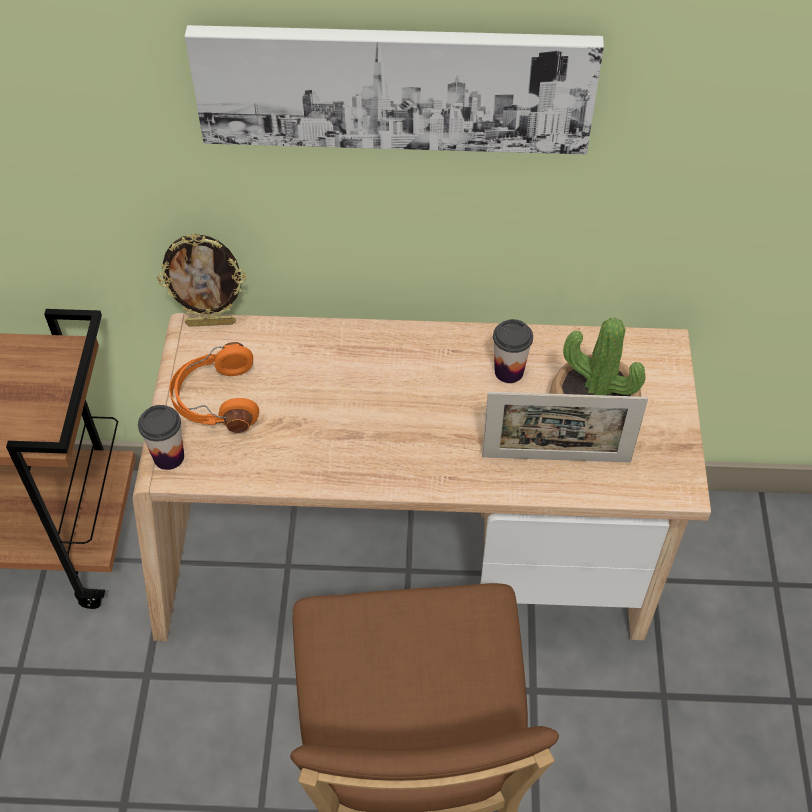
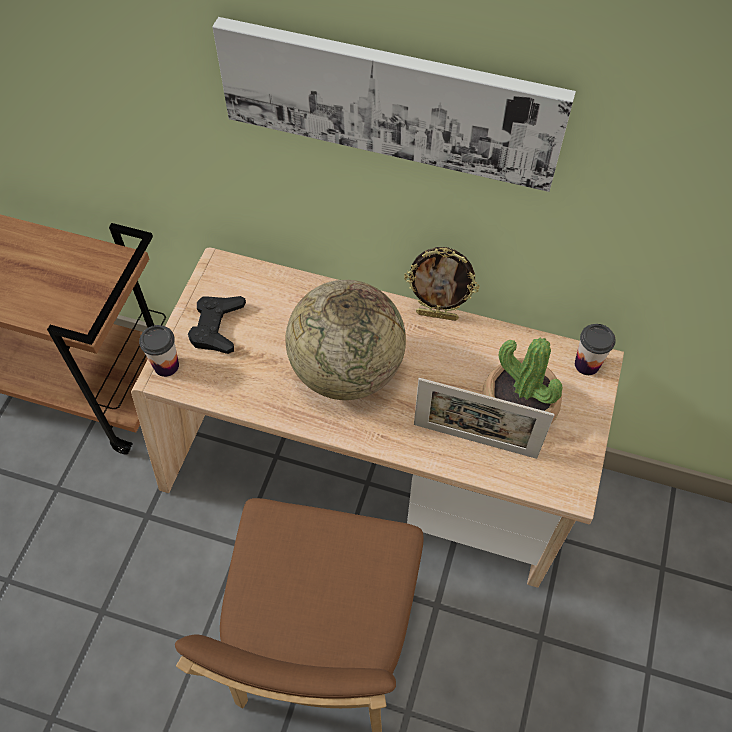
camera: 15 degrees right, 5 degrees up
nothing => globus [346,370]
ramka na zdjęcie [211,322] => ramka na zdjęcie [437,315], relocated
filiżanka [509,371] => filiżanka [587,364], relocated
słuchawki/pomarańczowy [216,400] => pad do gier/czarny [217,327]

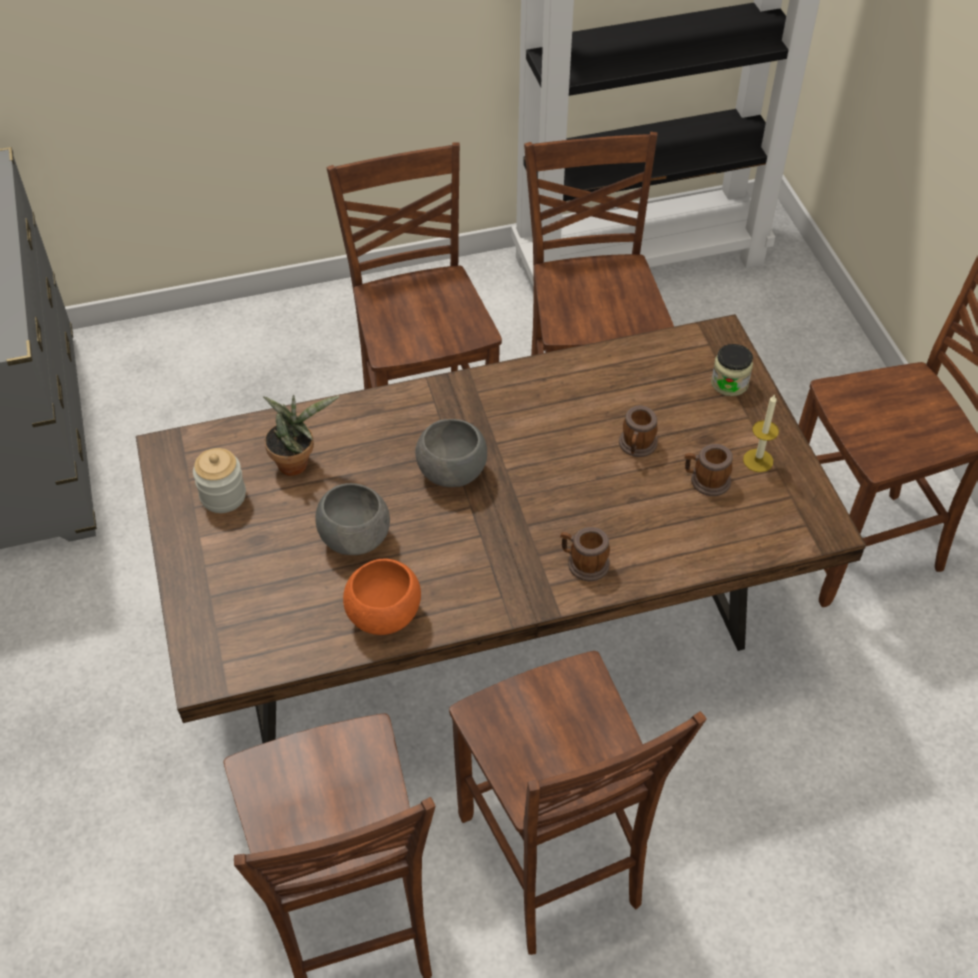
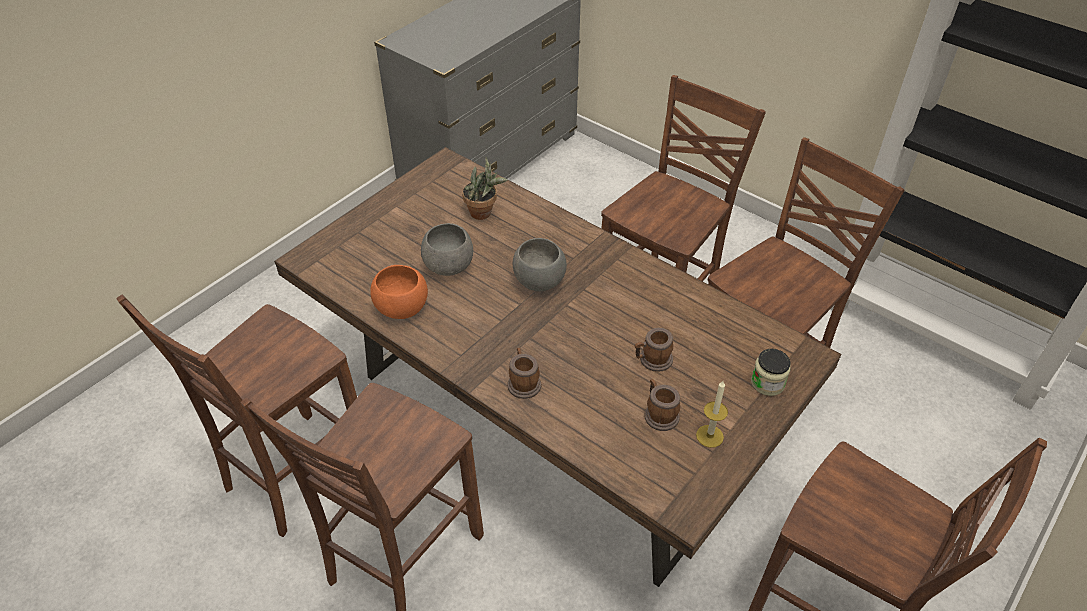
camera: 55 degrees right, 5 degrees down
słoik [223,496] => nothing

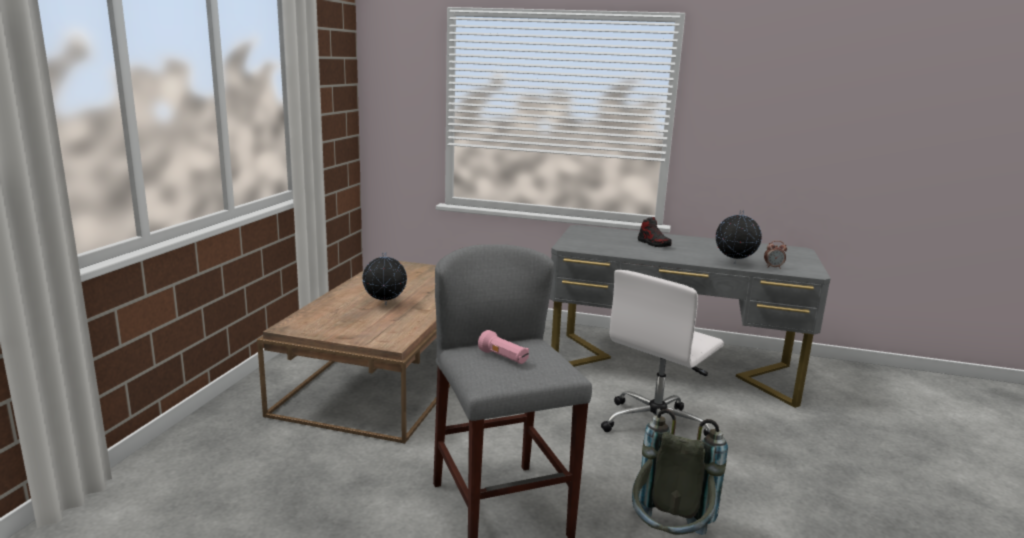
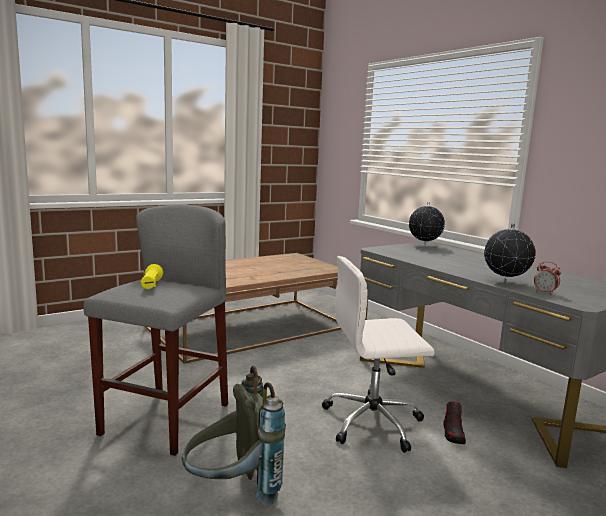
camera: 40 degrees right, 5 degrees down
globus [385,305] => globus [424,245], relocated
but [654,244] => but [453,433], relocated
latarka/różowy [503,358] => latarka/żółty [151,285]

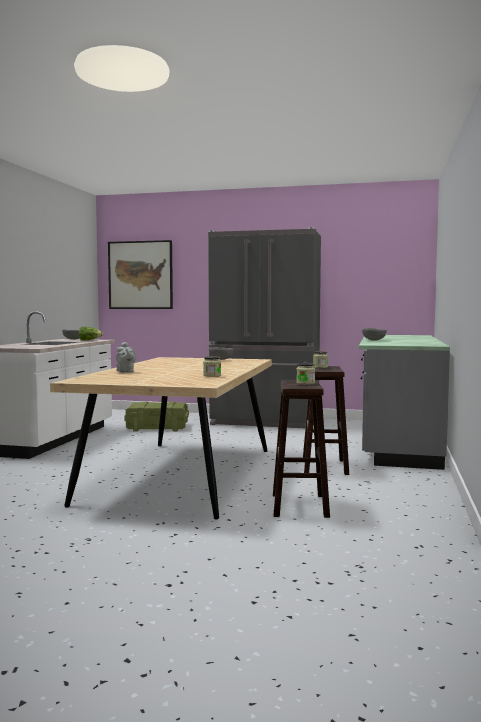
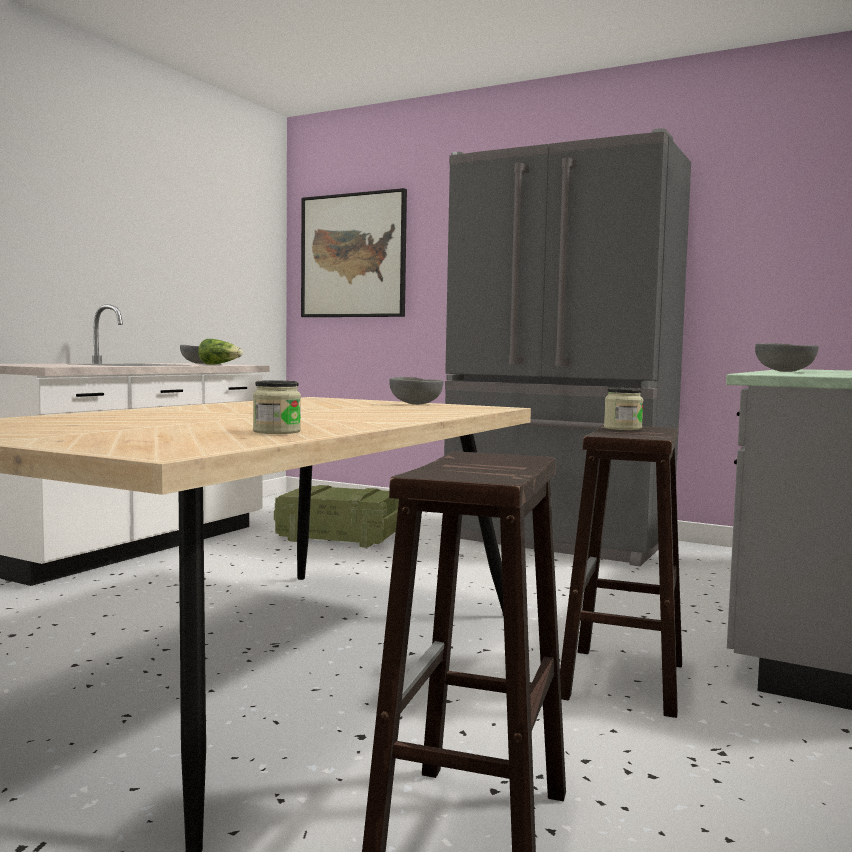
camera: 15 degrees right, 0 degrees up
imbryk/szary [125,372] => nothing
słoik [305,383] => nothing

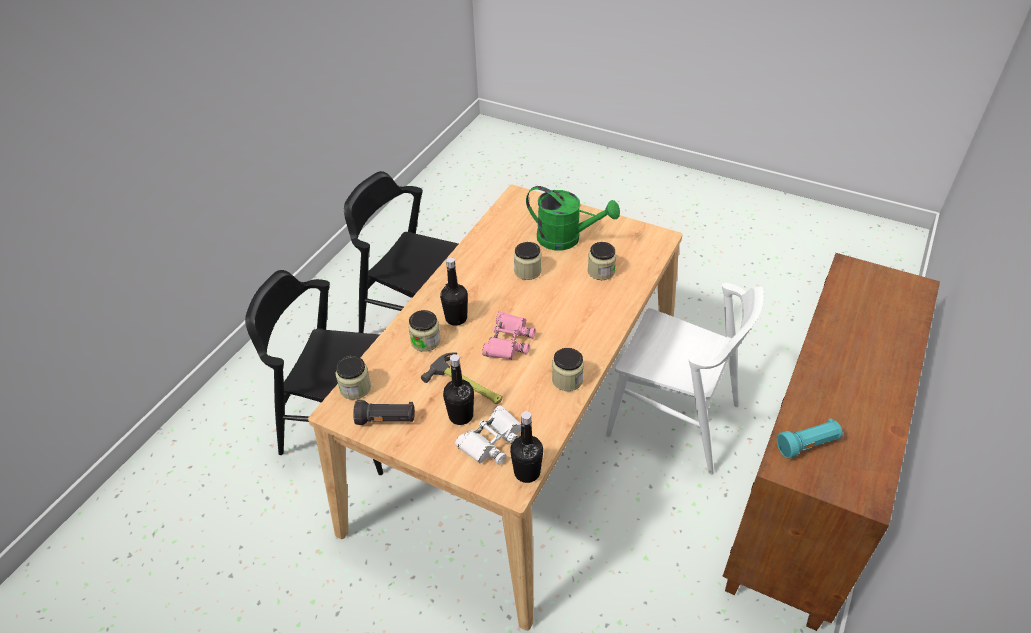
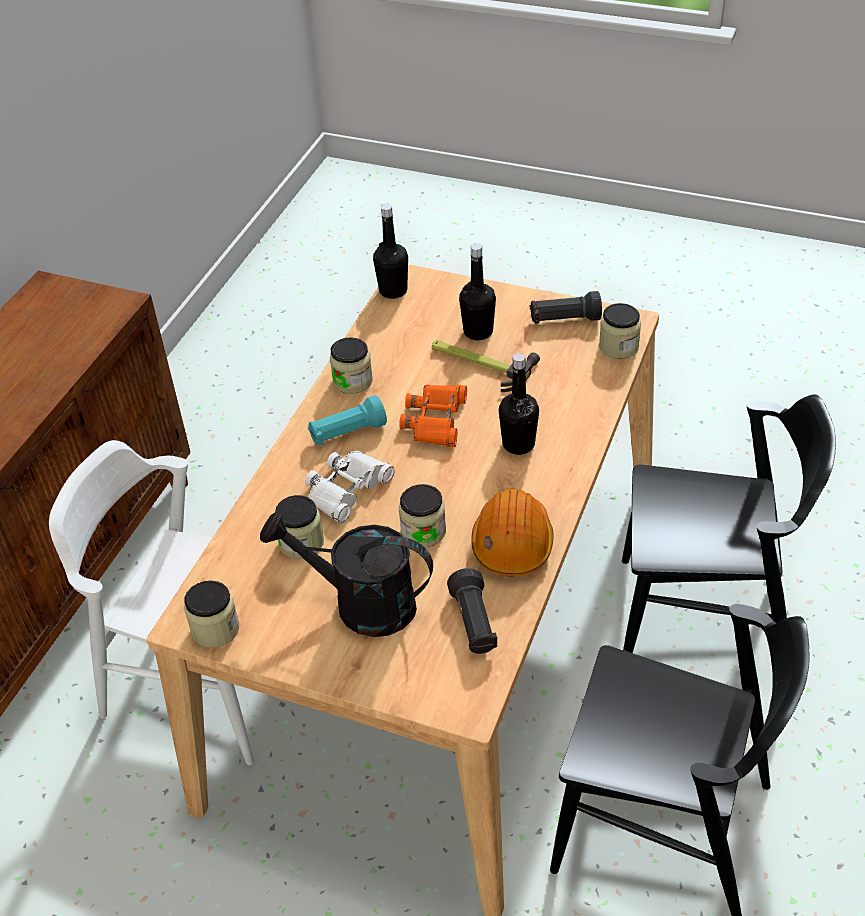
camera: 175 degrees right, 0 degrees up
nothing => latarka/czarny [474,623]
nothing => kask/pomarańczowy [512,543]
słoik [425,341] => słoik [215,629], relocated
lornetka/biały [493,441] => lornetka/biały [347,489], relocated
latarka/turkusowy [807,445] => latarka/turkusowy [347,433], relocated
lornetka/różowy [508,341] => lornetka/pomarańczowy [436,420]
konewka/zielony [566,239] => konewka/czarny [360,604]

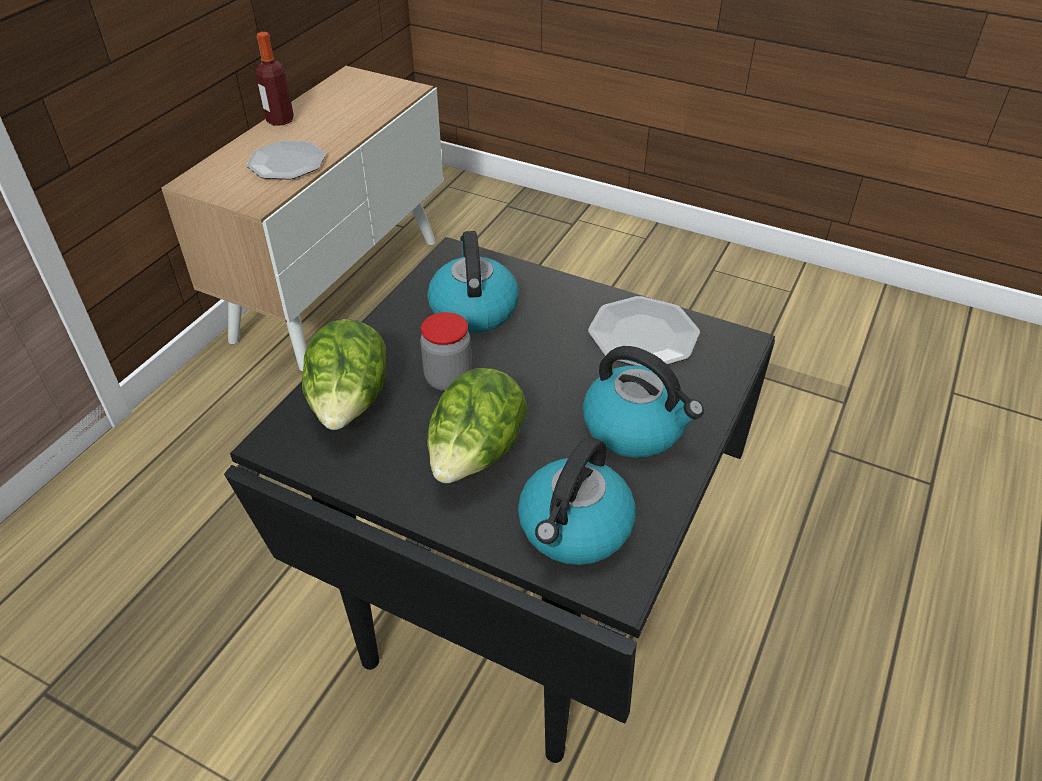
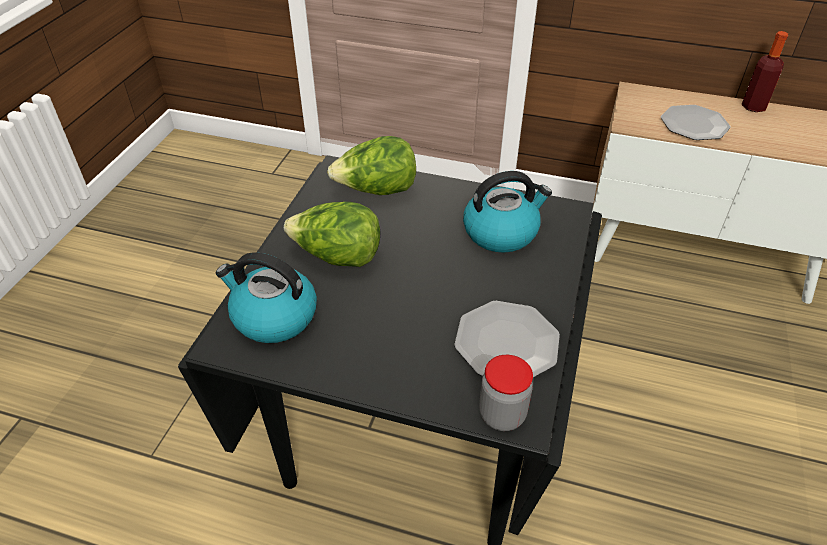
camera: 80 degrees right, 0 degrees up
czajnik [635,428] => nothing
słoik [448,379] => słoik [502,414], relocated

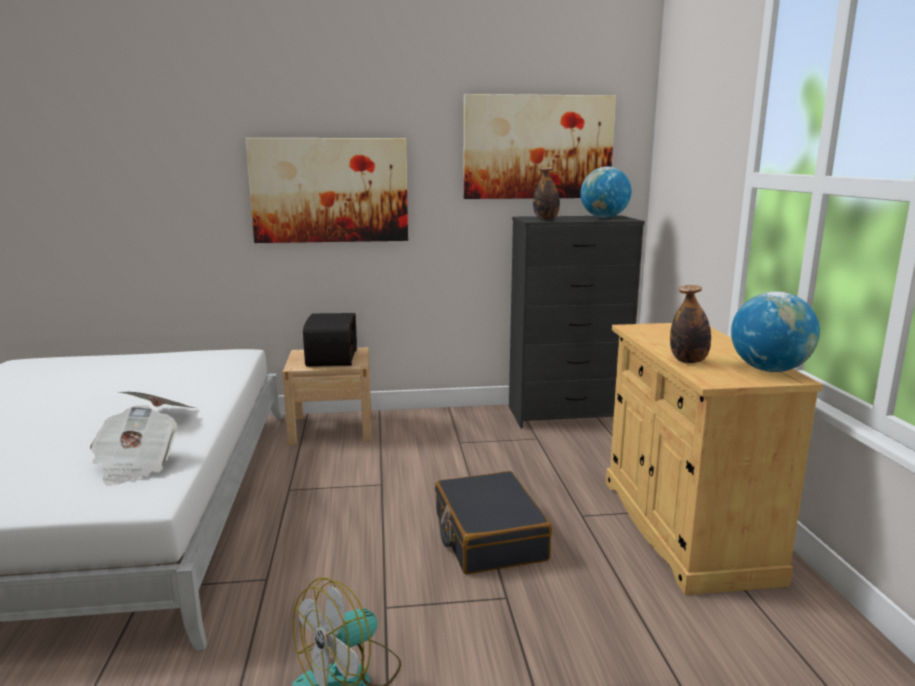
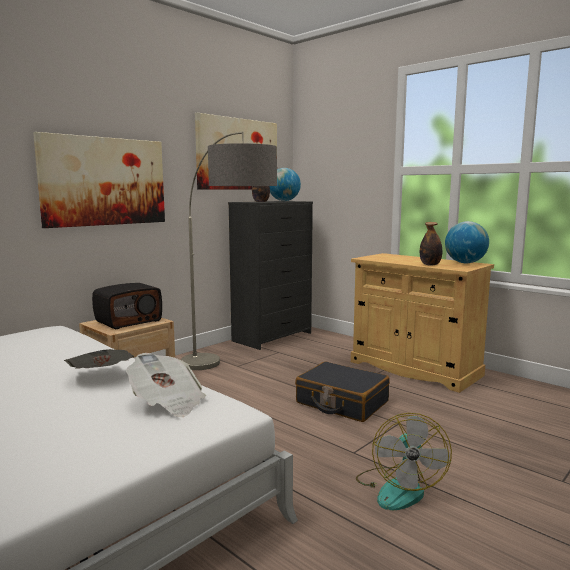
camera: 40 degrees left, 5 degrees down
nothing => lampa stojąca [230,375]
radio [330,358] => radio [128,321], 90 degrees clockwise

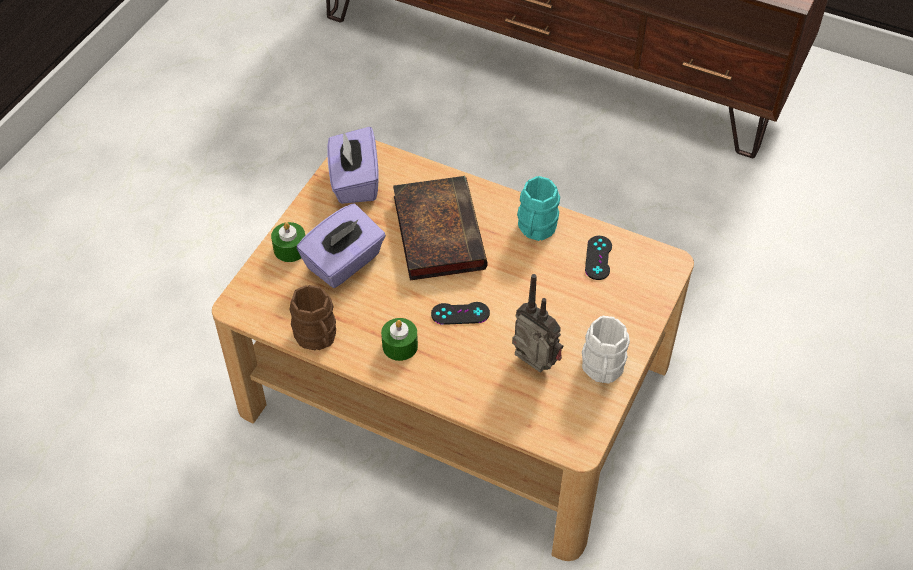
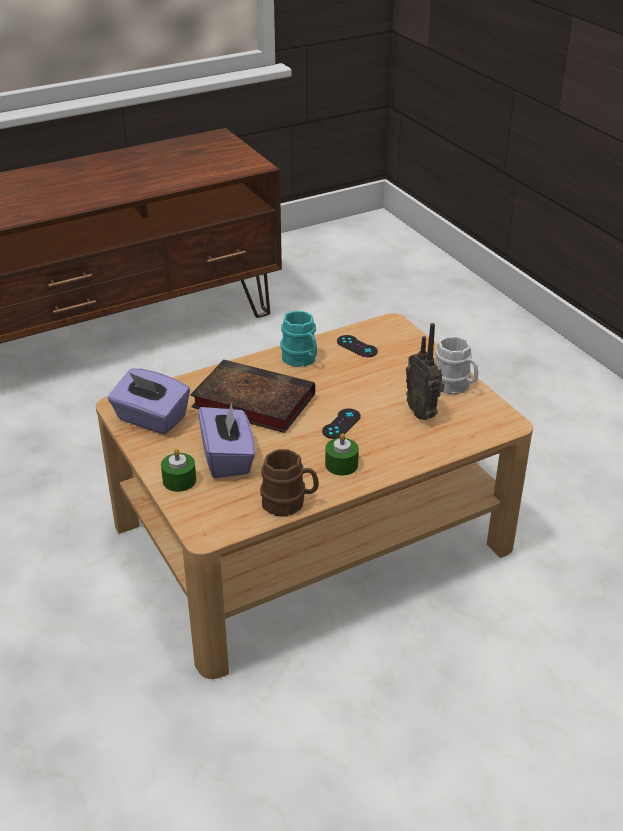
camera: 55 degrees left, 15 degrees down
radio [533,367] => radio [423,413], 105 degrees counterclockwise

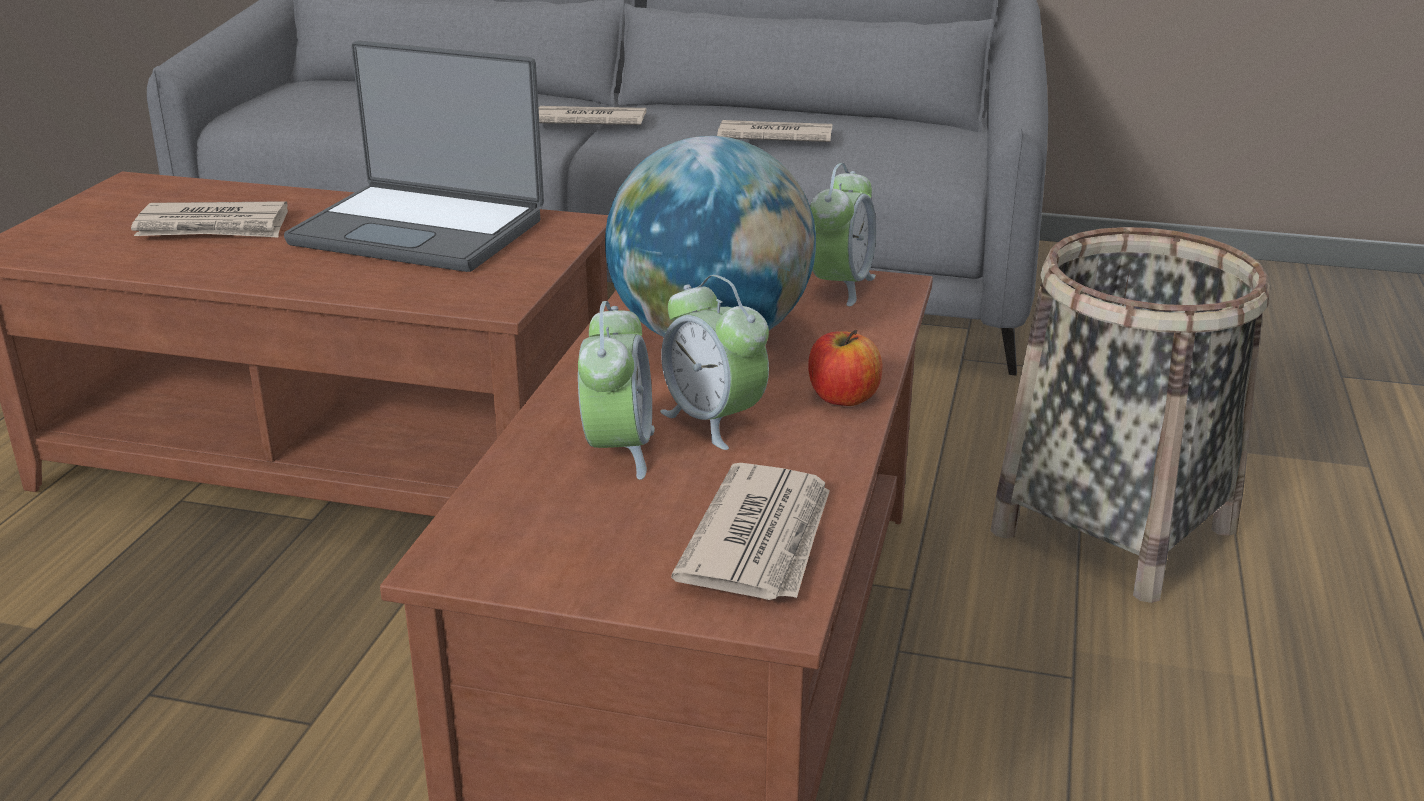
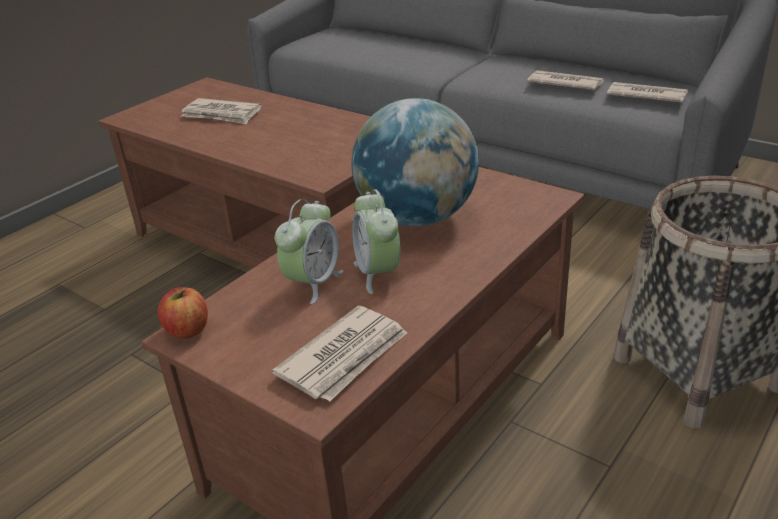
camera: 25 degrees right, 5 degrees up
laptop [421,230] => nothing
budzik [840,287] => nothing
gazeta [588,122] => gazeta [645,96], relocated
jabłko [843,397] => jabłko [187,330], relocated

